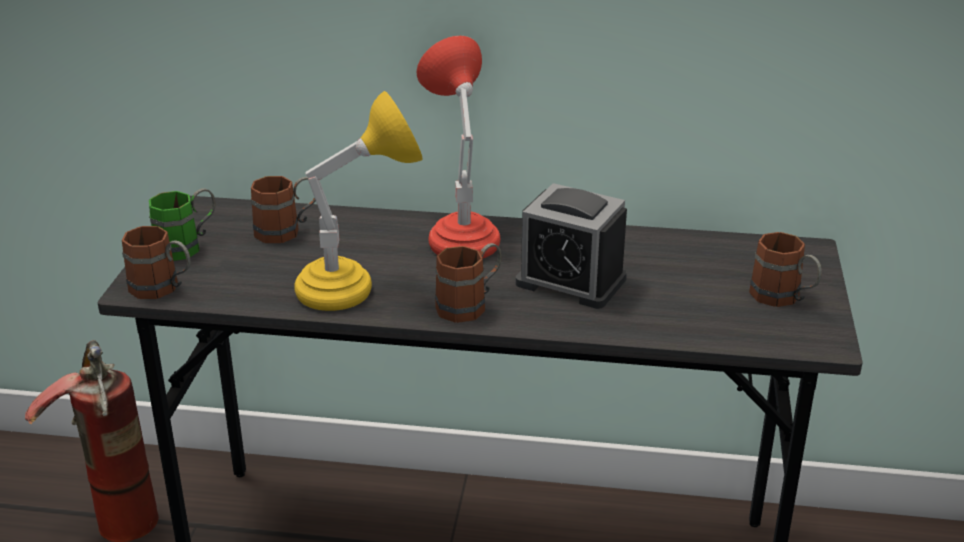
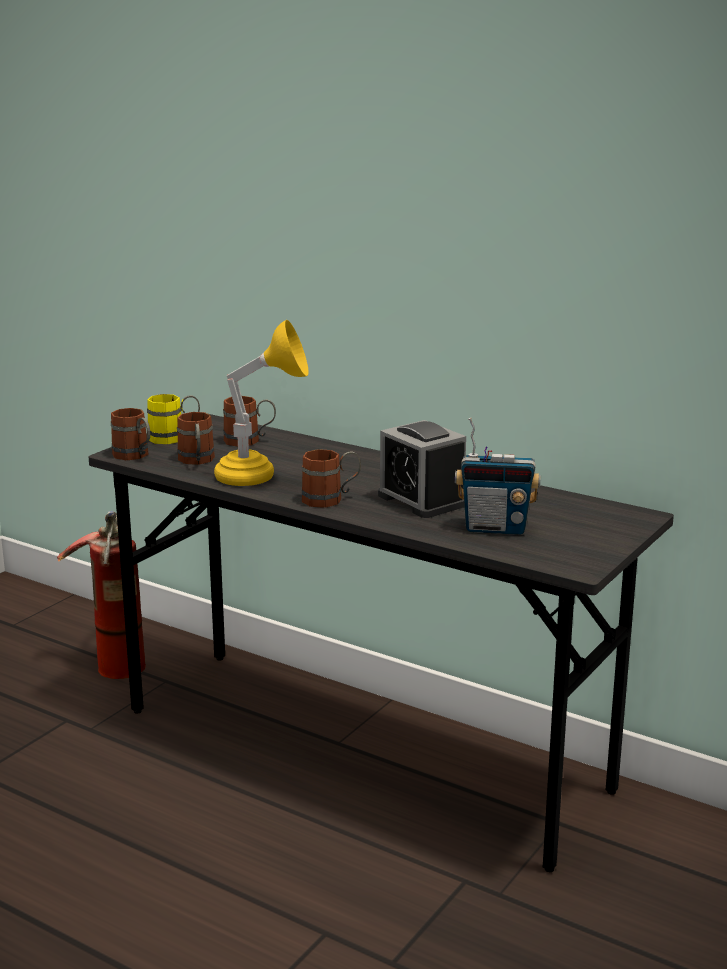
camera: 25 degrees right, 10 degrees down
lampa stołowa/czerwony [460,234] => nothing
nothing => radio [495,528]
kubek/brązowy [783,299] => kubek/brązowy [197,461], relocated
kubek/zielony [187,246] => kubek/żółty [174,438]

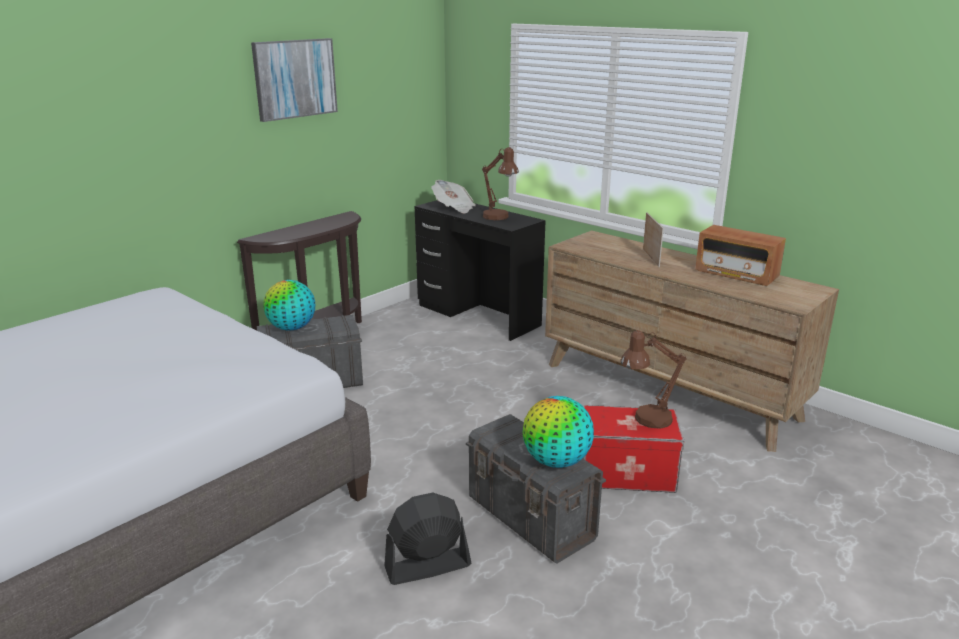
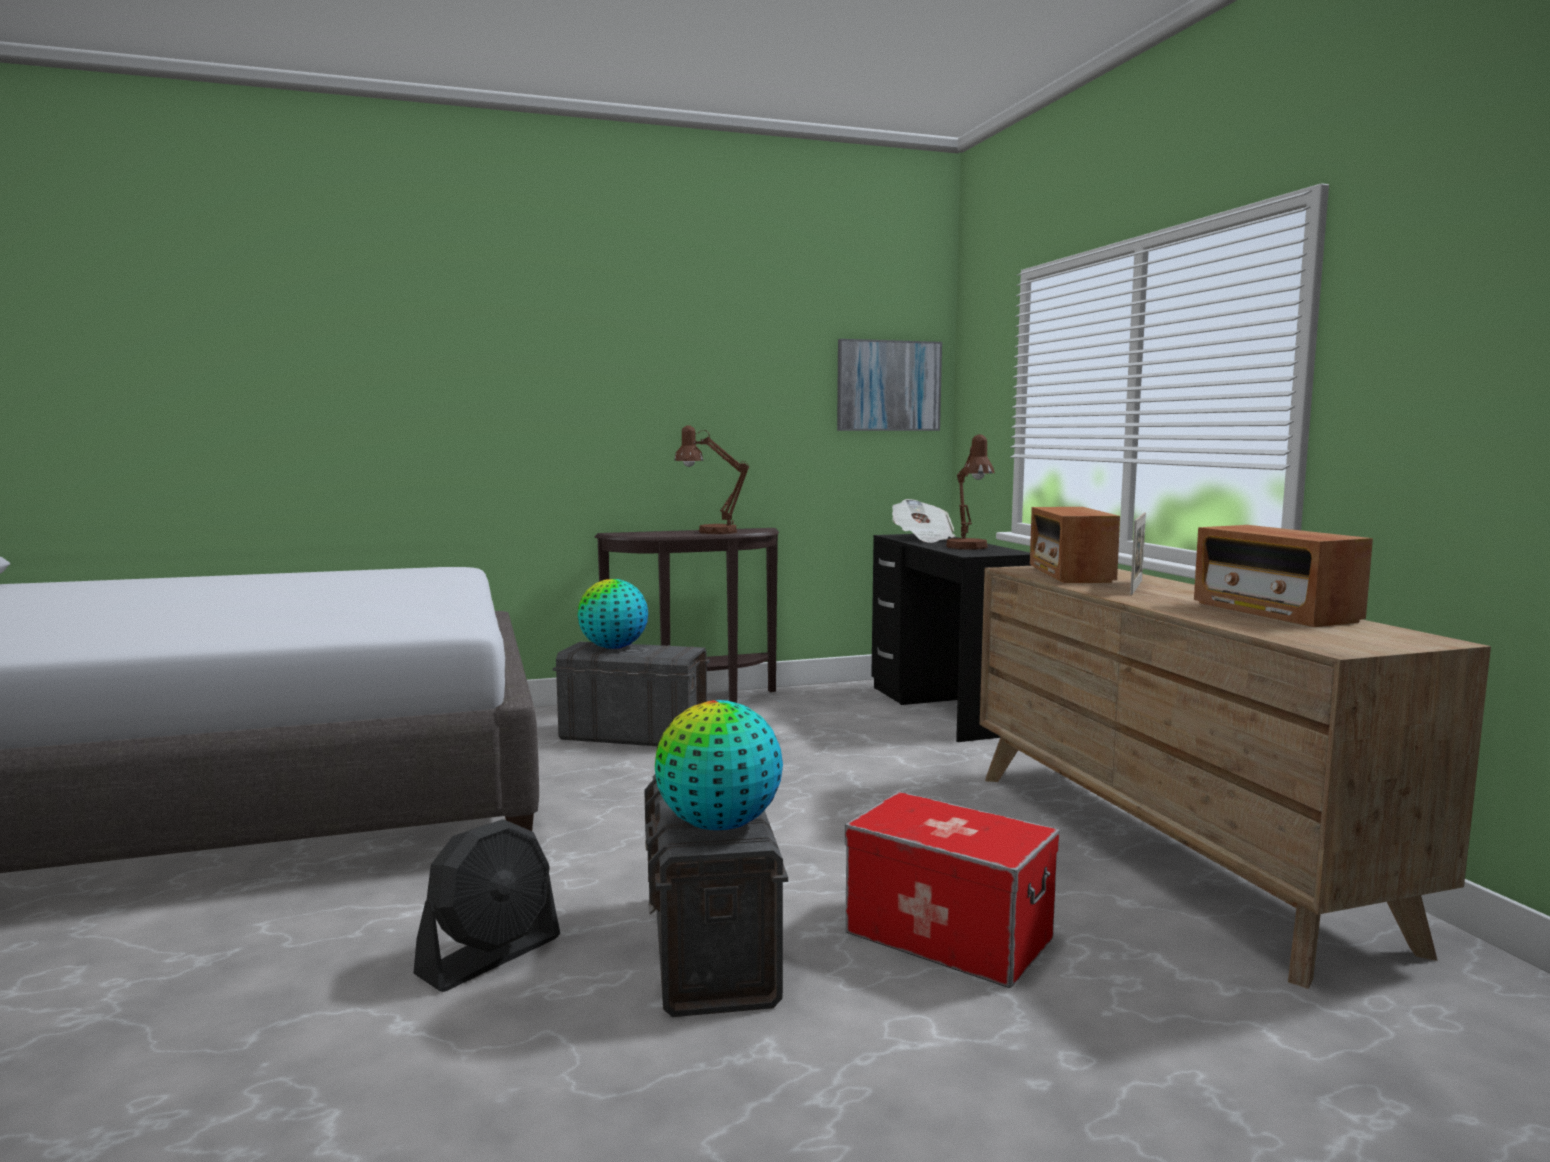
camera: 30 degrees right, 15 degrees down
nothing => radio [1070,574]
obraz [295,78] => obraz [888,386], relocated
lampa stołowa/brązowy [646,420] => lampa stołowa/brązowy [709,532], relocated
wentylator/czarny [427,566] => wentylator/czarny [490,956], 120 degrees clockwise

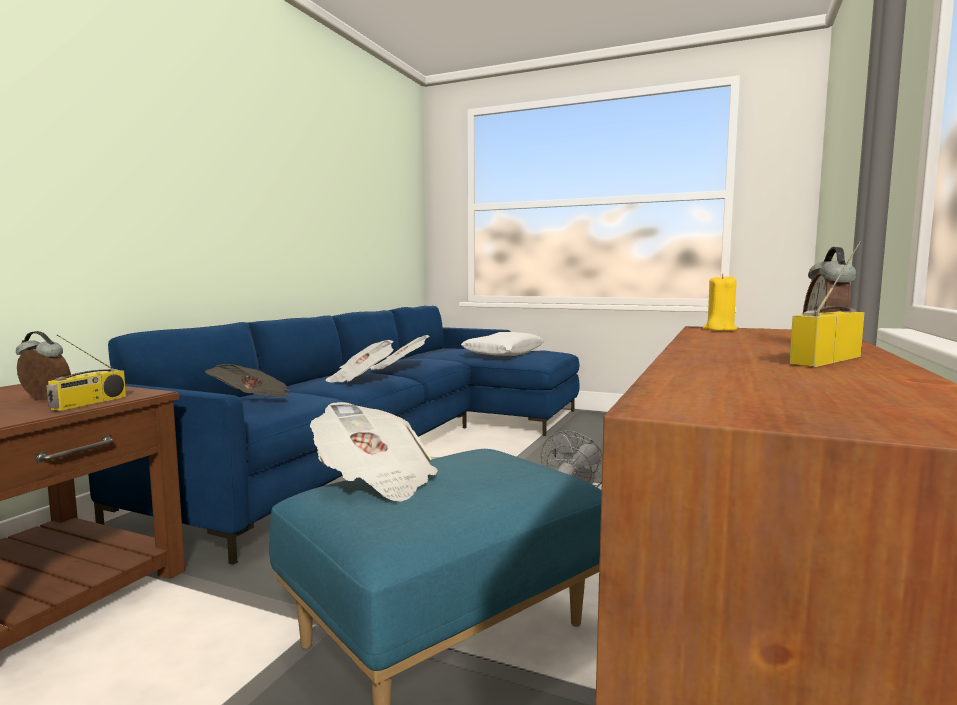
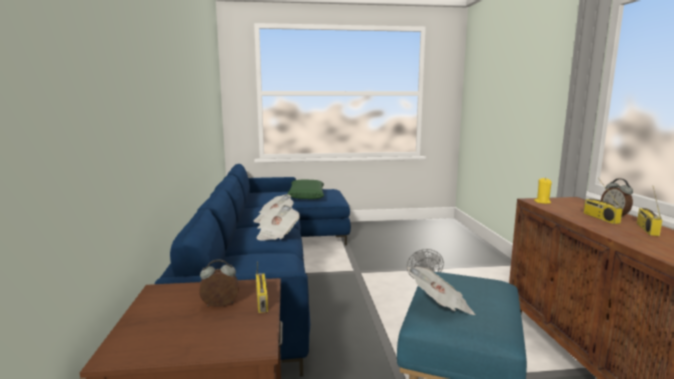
camera: 30 degrees left, 5 degrees up
gazeta [254,404] => nothing
nothing => radio [599,218]
poduszka/biały [503,354] => poduszka/zielony [306,195]

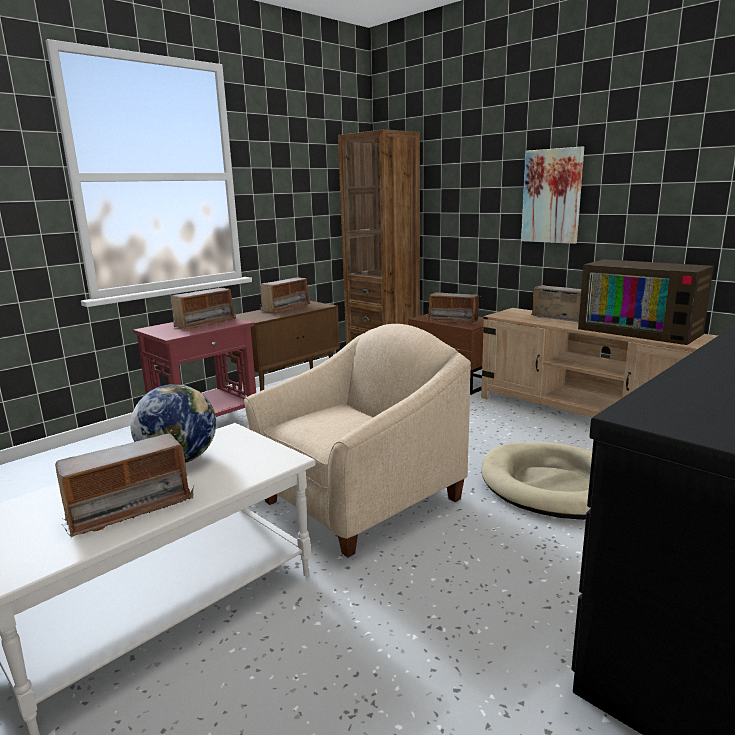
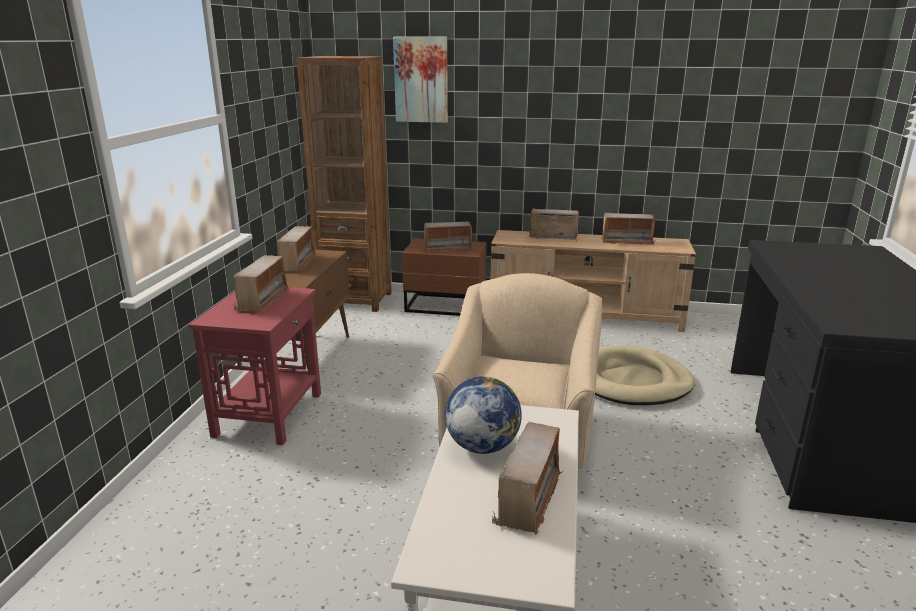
camera: 35 degrees left, 5 degrees up
obraz [552,196] => obraz [421,80], relocated
telewizor [641,331] => radio [626,242]

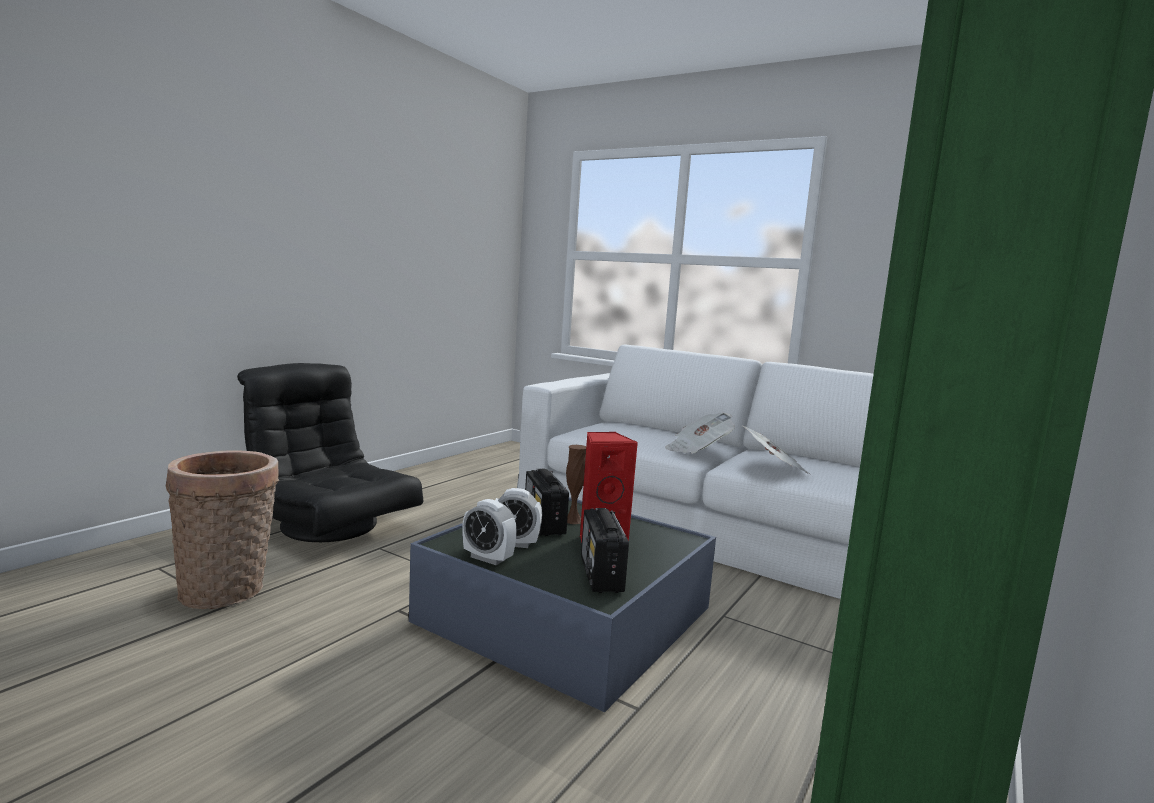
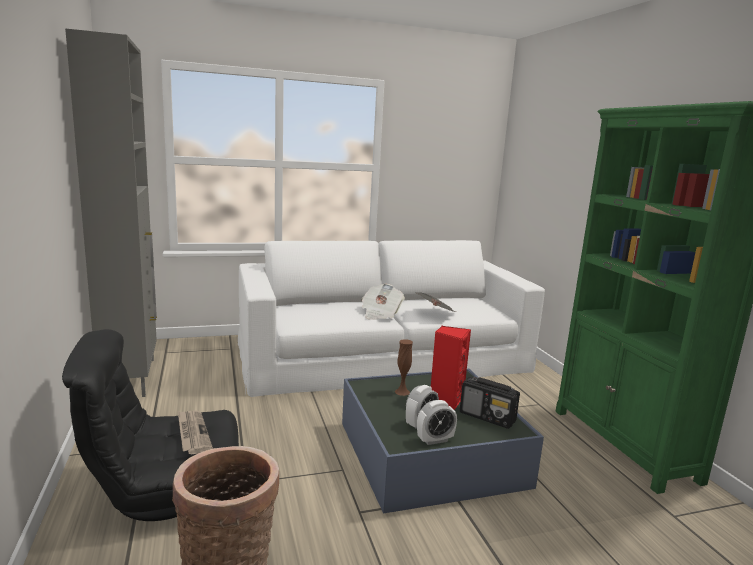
camera: 50 degrees left, 5 degrees up
radio [544,523] => nothing
nothing => szafka/szary [131,377]
nothing => gazeta [192,433]

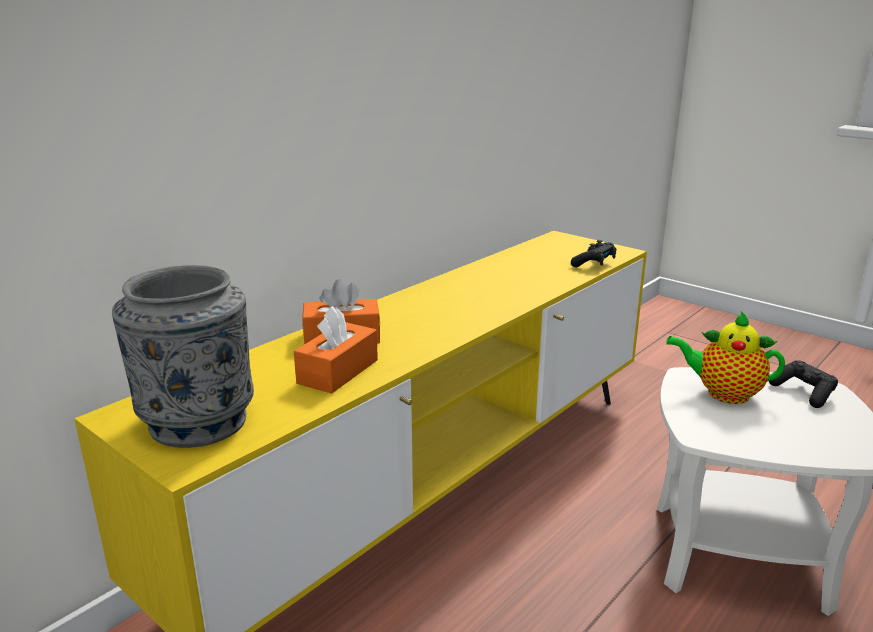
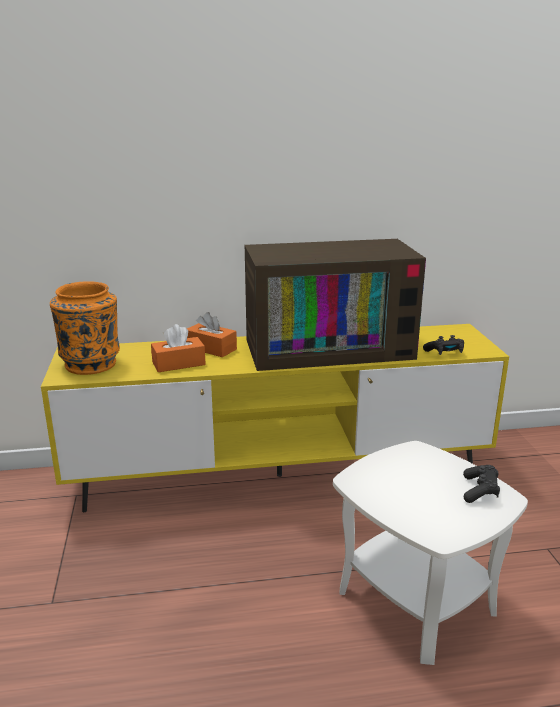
camera: 40 degrees right, 0 degrees up
imbryk [723,393] => nothing
nothing => telewizor [329,347]
wazon/szary [197,421] => wazon/pomarańczowy [91,364]

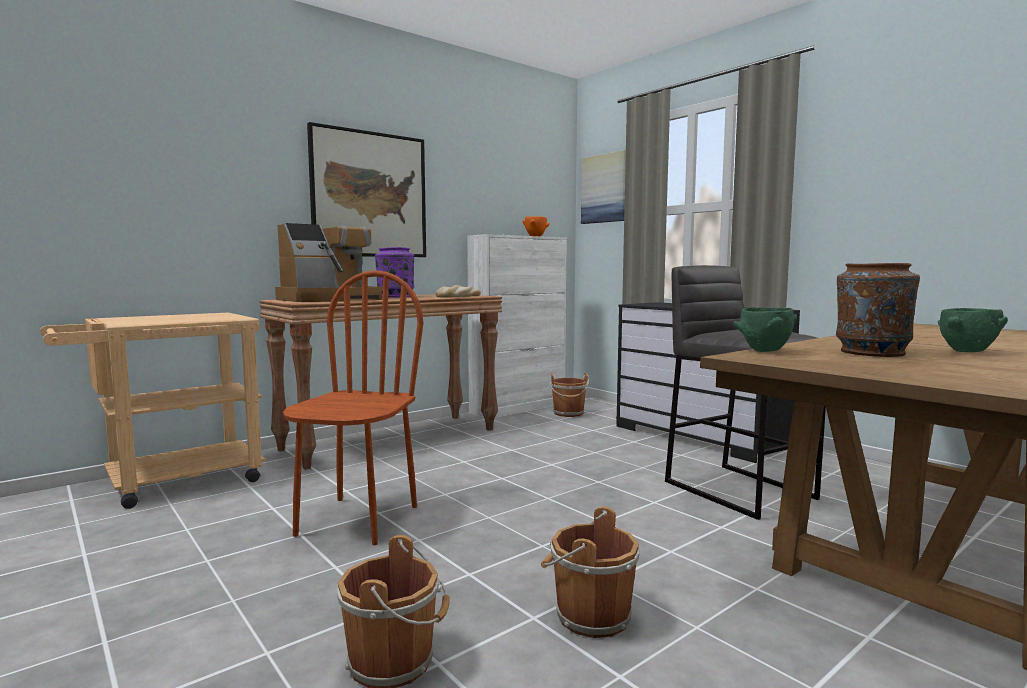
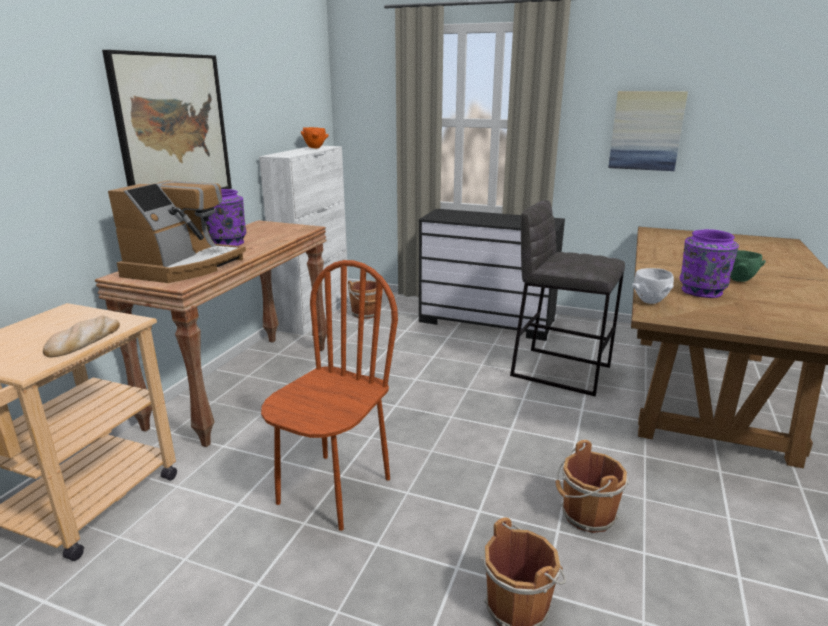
camera: 30 degrees left, 15 degrees up
chleb [458,296] => chleb [83,340], relocated
obraz [604,188] => obraz [646,131], relocated
miska/zielony [764,351] => miska/biały [649,301]
wazon/brązowy [871,353] => wazon/fioletowy [701,292]
krzesło/brązowy [357,520] => krzesło/brązowy [333,490], 45 degrees clockwise

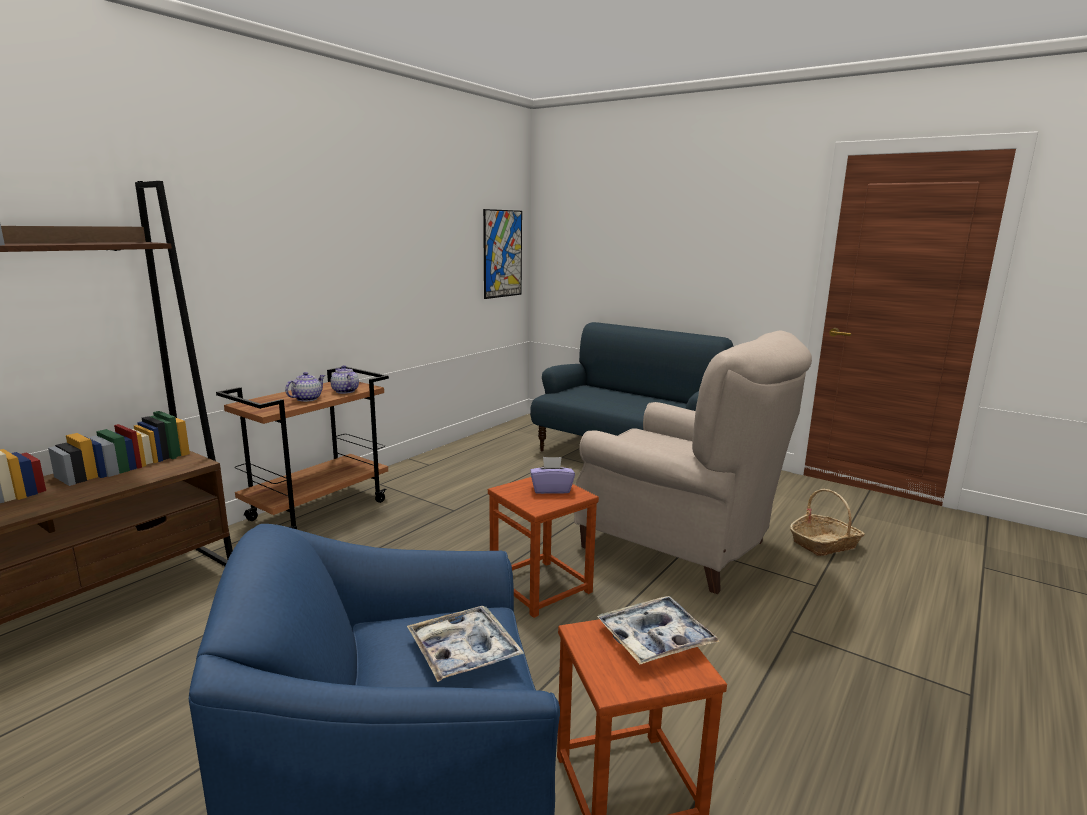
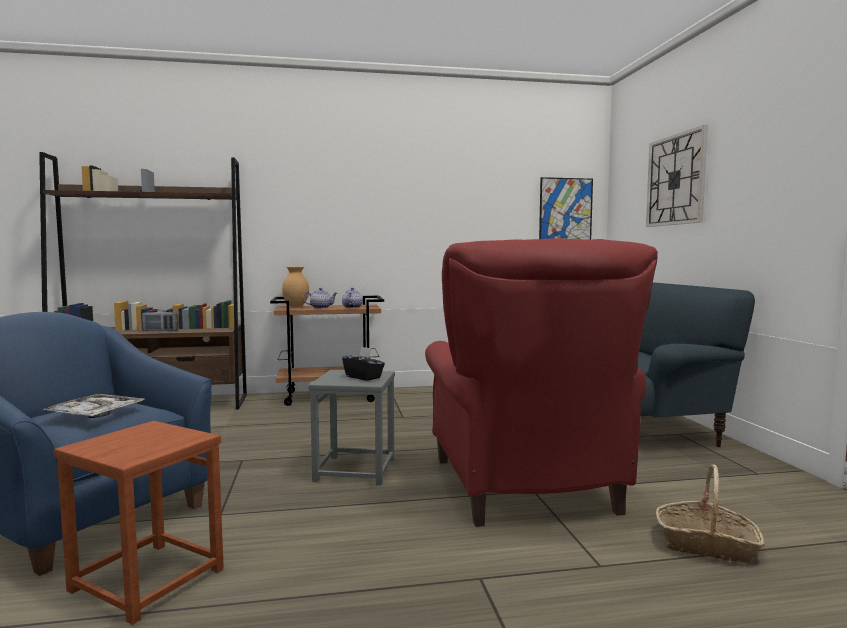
camera: 45 degrees right, 10 degrees down
taca [655,639] => nothing
nothing => radio [160,331]
nothing => wazon/brązowy [296,306]
nothing => zegar ścienny [675,180]
stołek/brązowy [541,587] => stołek/szary [356,470]
pudełko chusteczek/fioletowy [551,489] => pudełko chusteczek/czarny [363,377]
fotel/beżowy [682,546] => fotel/czerwony [525,488]

